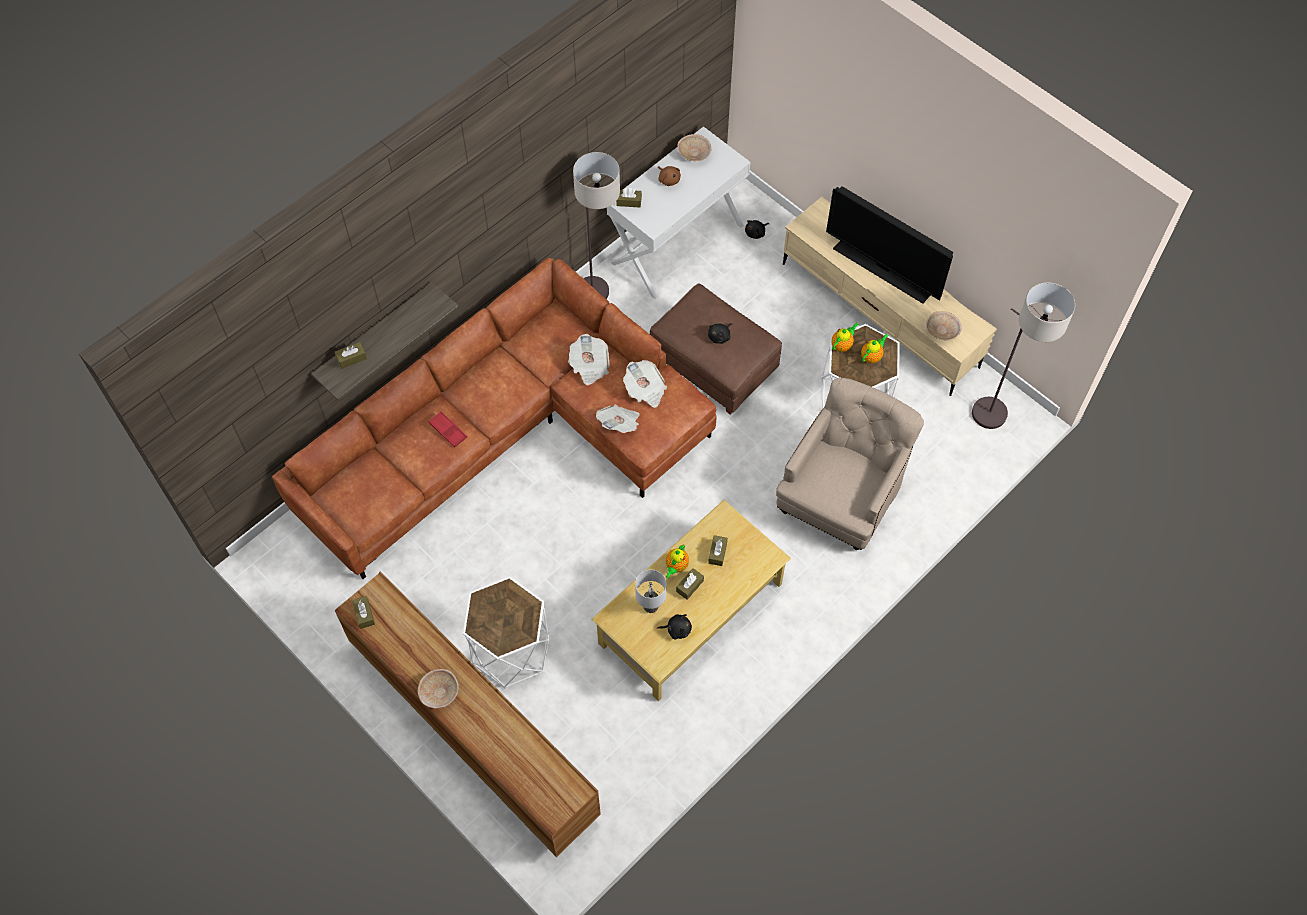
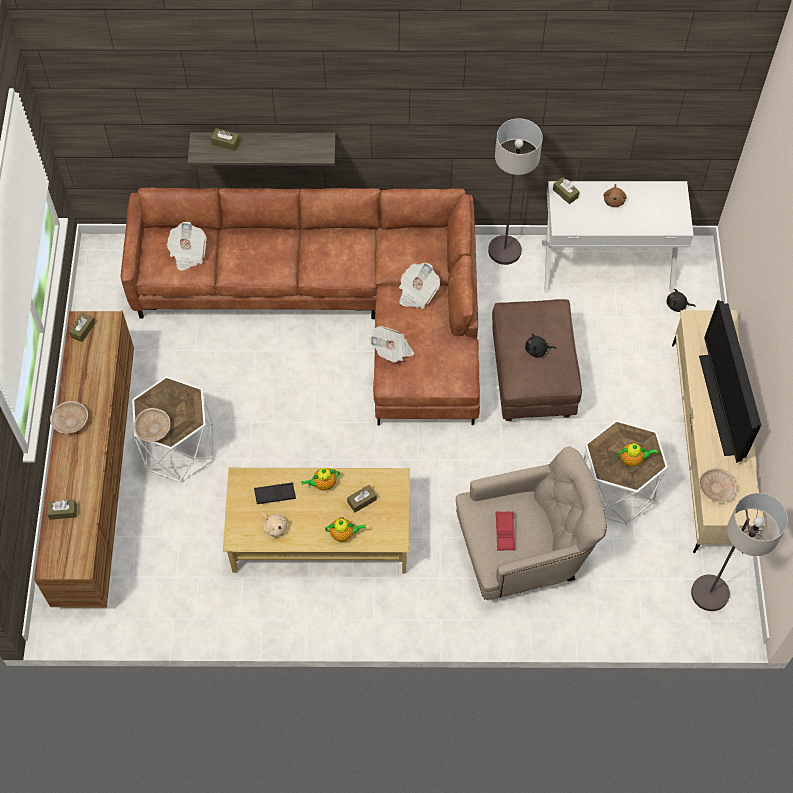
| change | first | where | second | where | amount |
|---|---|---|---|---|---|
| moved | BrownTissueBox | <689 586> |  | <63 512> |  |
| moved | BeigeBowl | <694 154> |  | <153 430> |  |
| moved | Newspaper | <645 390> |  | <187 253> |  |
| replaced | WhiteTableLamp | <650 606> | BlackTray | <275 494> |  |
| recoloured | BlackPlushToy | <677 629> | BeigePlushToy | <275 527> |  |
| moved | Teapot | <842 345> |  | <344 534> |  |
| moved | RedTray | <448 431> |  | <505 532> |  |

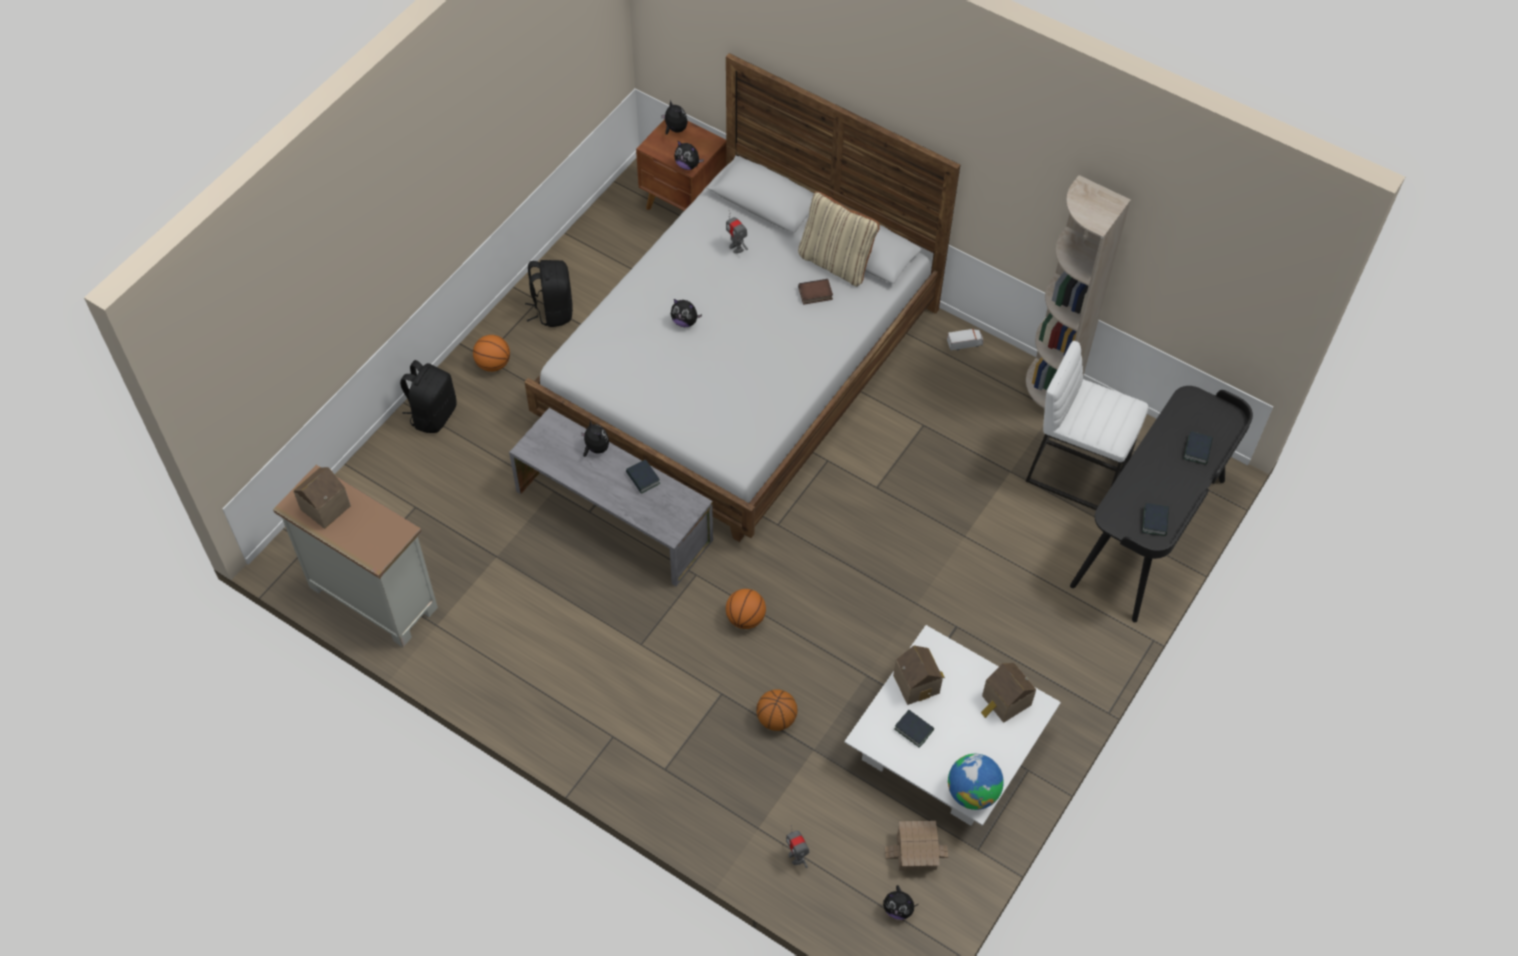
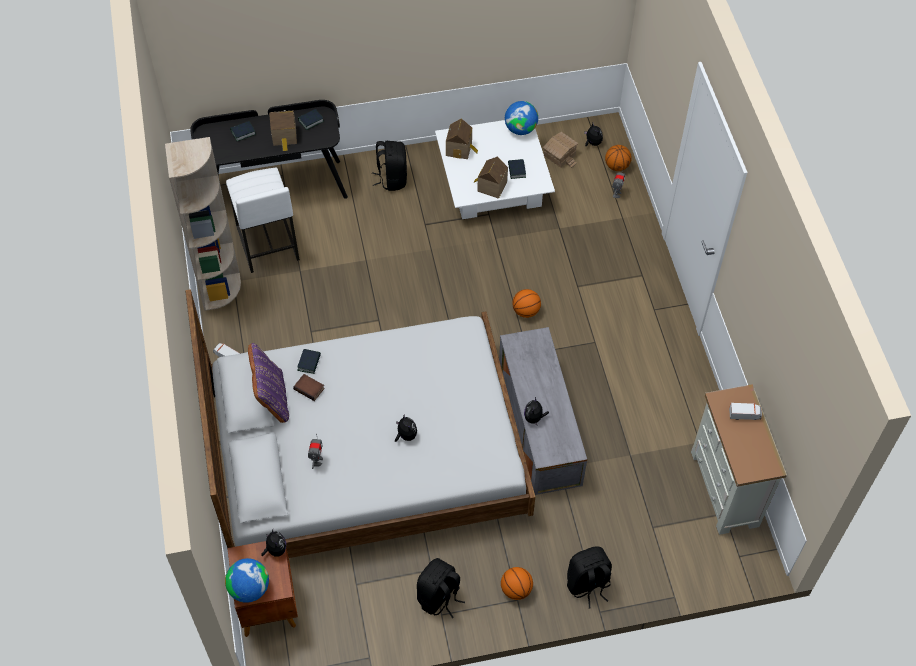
| change | first | where | second | where | amount |
|---|---|---|---|---|---|
| replaced | PlushToy | <675 129> | Globe | <249 589> |  |
| recoloured | BeigePillow | <836 262> | PurplePillow | <272 398> |  |
| moved | ToyHouse | <323 506> |  | <285 137> |  |
| moved | Book | <643 478> |  | <309 363> |  |
| added |  |  | BlackBackpack | <392 178> |  |
| moved | Basketball | <776 719> |  | <616 166> |  |
| added |  |  | ToyTruck | <745 415> |  |

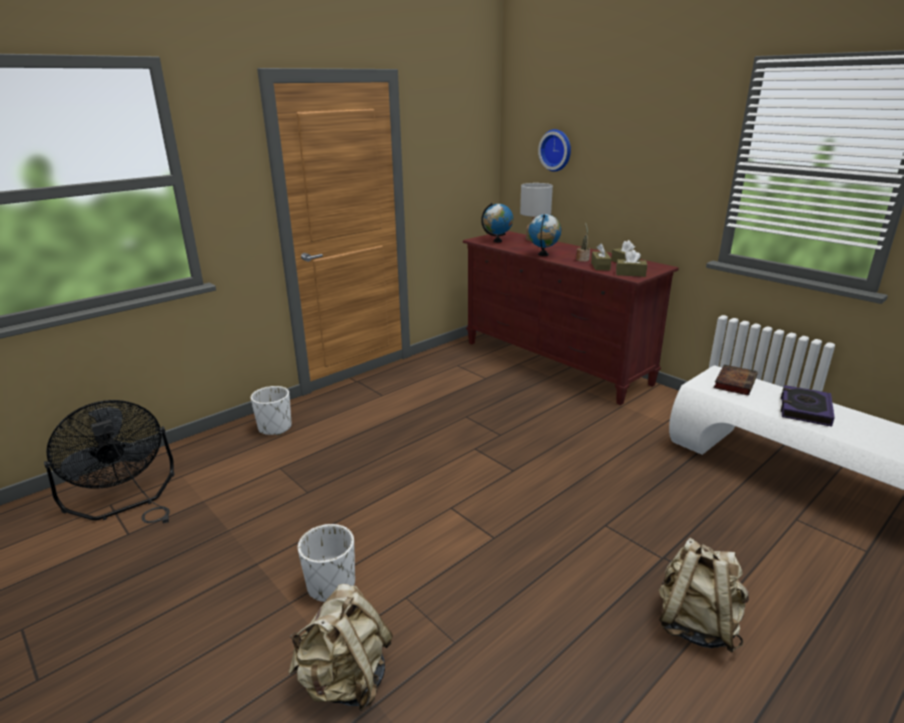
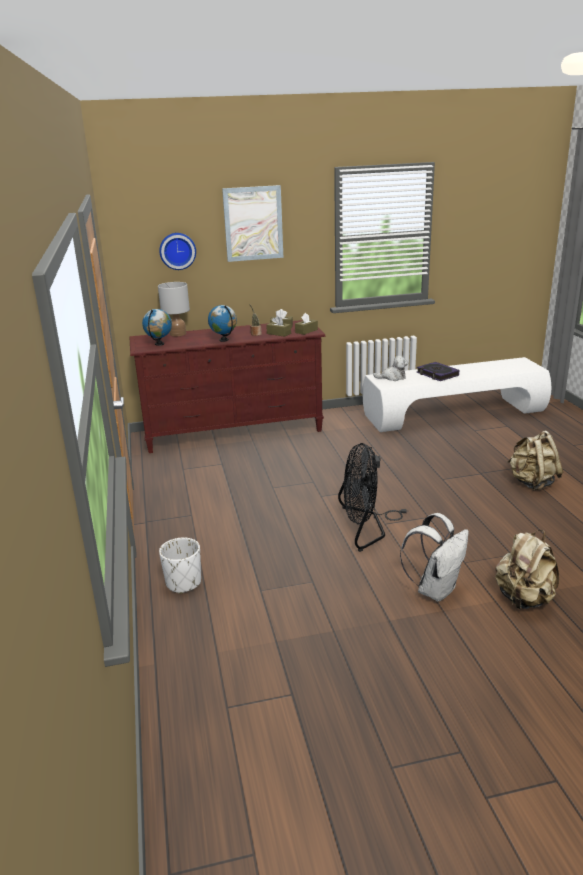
| change | first | where | second | where | amount |
|---|---|---|---|---|---|
| added |  |  | Picture | <253 223> |  |
| moved | BlackFan | <129 501> |  | <367 525> |  |
| replaced | Book | <734 382> | PlushToy | <392 377> |  |
| replaced | WhitePlanter | <331 585> | WhiteBackpack | <435 589> |  |

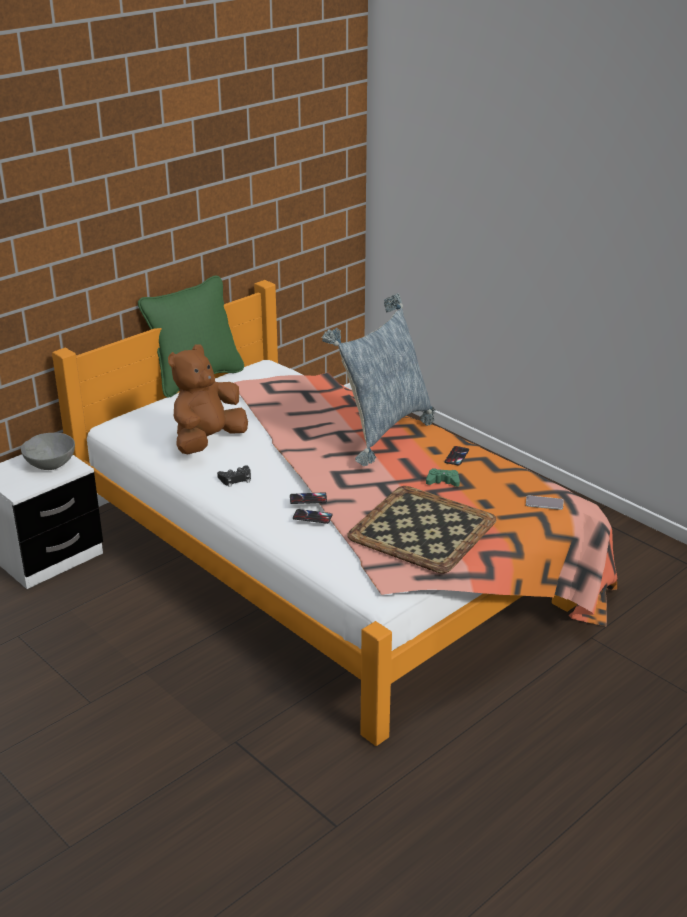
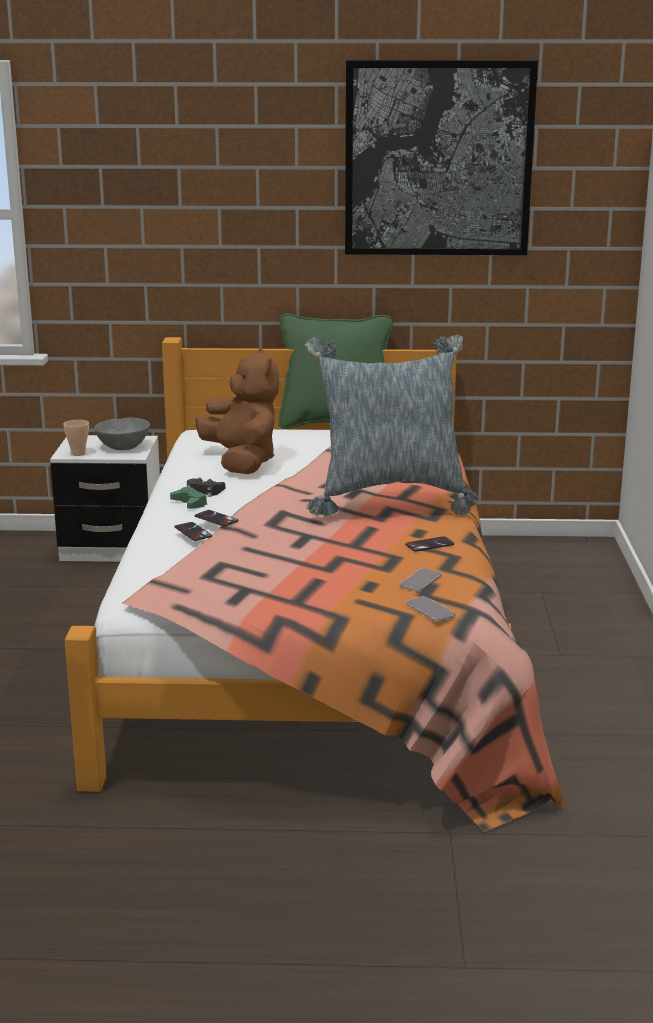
| change | first | where | second | where | amount |
|---|---|---|---|---|---|
| added |  |  | Cup | <78 453> |  |
| moved | GreenGameController | <443 482> |  | <189 503> |  |
| turned | BrownPlushToy | <207 441> |  | <241 462> | 75 degrees clockwise |
| added |  |  | Picture | <438 159> |  |
| added |  |  | Phone | <420 581> |  |
| removed | Tray | <420 529> |  |  |  |

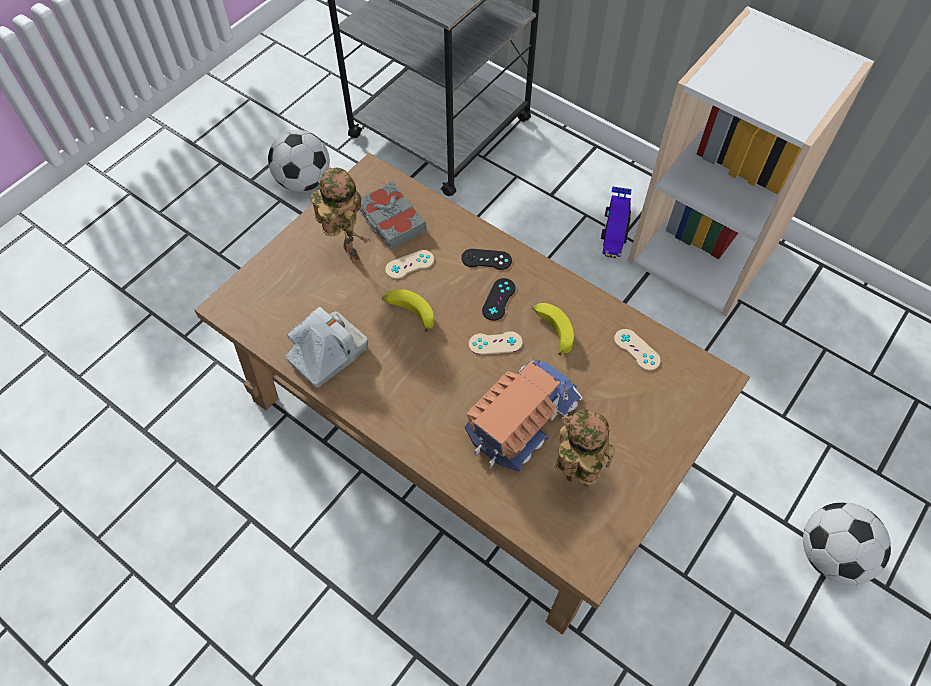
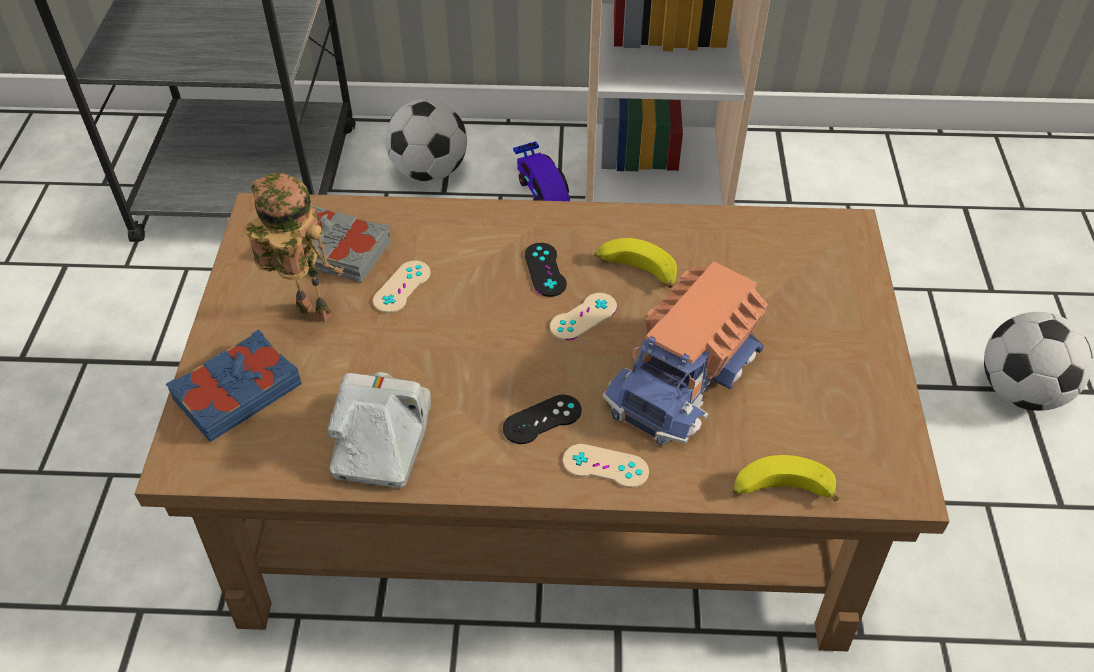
| change | first | where | second | where | amount |
|---|---|---|---|---|---|
| added |  |  | BlueBook | <236 391> |  |
| moved | Football | <304 181> |  | <429 171> |  |
| moved | BlackGameController | <486 259> |  | <542 419> |  |
| moved | BeigeGameController | <636 349> |  | <605 466> |  |
| turned | ToyTruck | <521 418> |  | <685 378> | 150 degrees counterclockwise |
| moved | Banana | <409 313> |  | <780 491> |  |
| removed | ToyRobot | <573 482> |  |  |  |

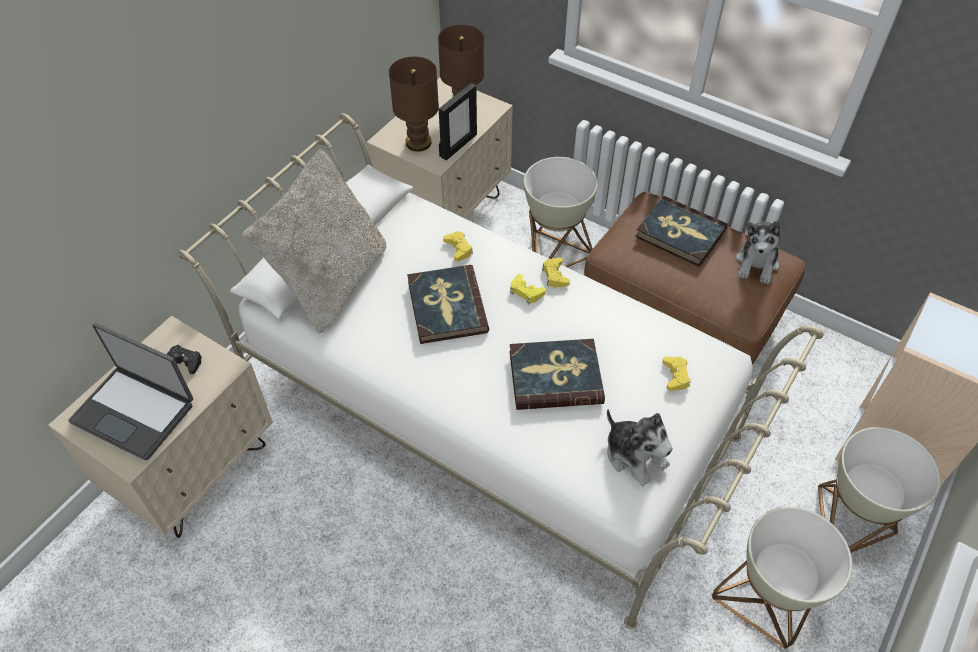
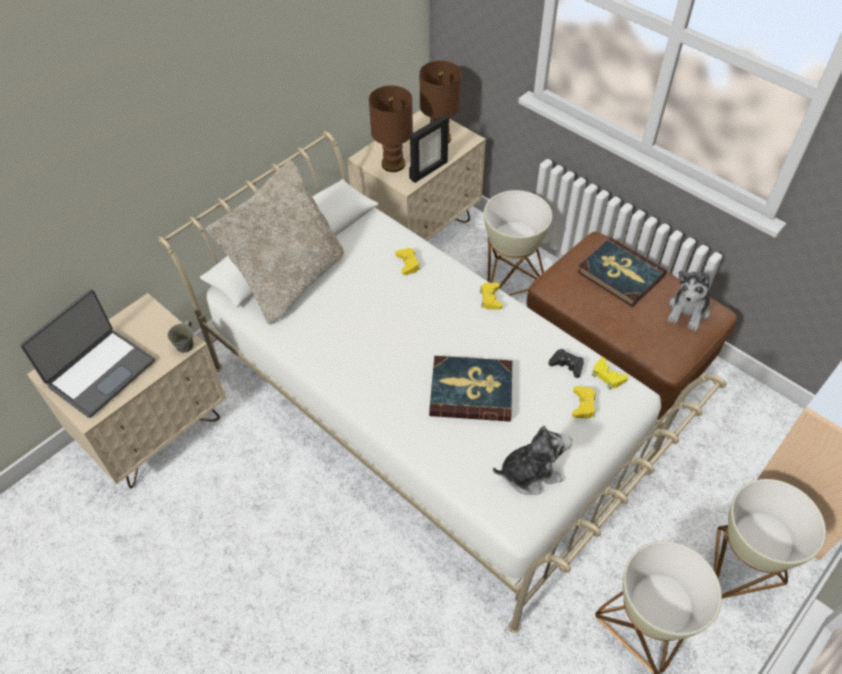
| change | first | where | second | where | amount |
|---|---|---|---|---|---|
| turned | Laptop | <135 411> |  | <100 372> | 90 degrees counterclockwise |
| added |  |  | GreyMug | <186 345> |  |
| turned | PlushToy | <635 455> |  | <530 473> | 75 degrees counterclockwise |
| moved | BlackGameController | <185 362> |  | <567 365> |  |
| moved | YellowGameController | <526 292> |  | <607 376> |  |
| removed | Book | <446 307> |  |  |  |

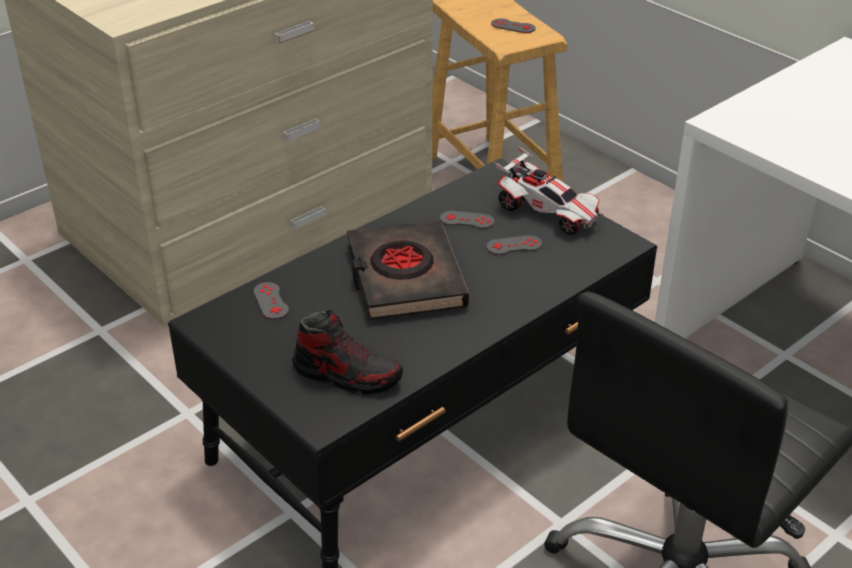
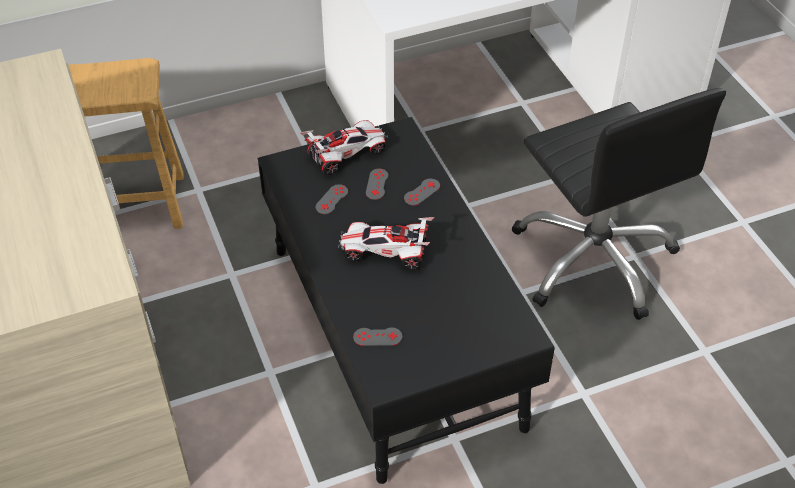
| change | first | where | second | where | amount |
|---|---|---|---|---|---|
| replaced | BlackBook | <404 278> | ToyCar | <386 253> |  |
| moved | GreyGameController | <513 26> |  | <422 192> |  |
| removed | Shoe | <347 375> |  |  |  |

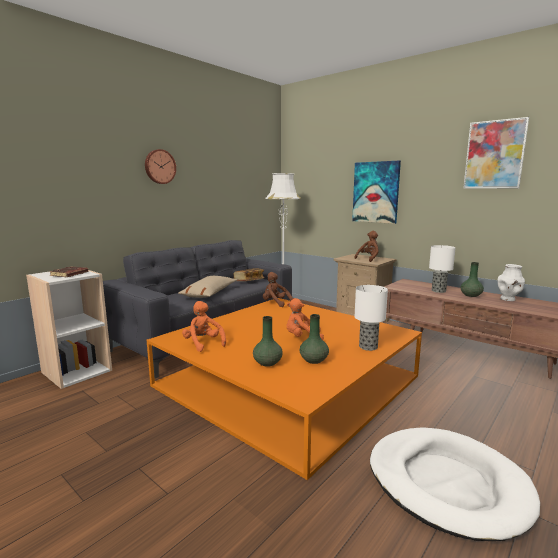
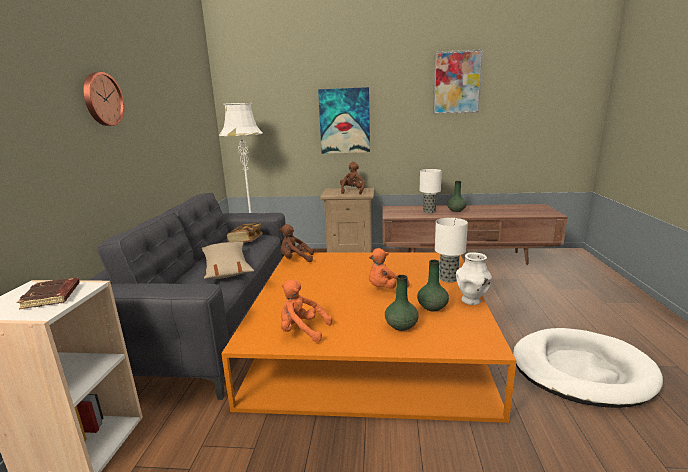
| change | first | where | second | where | amount |
|---|---|---|---|---|---|
| moved | WhiteVase | <508 299> |  | <471 301> |  |

